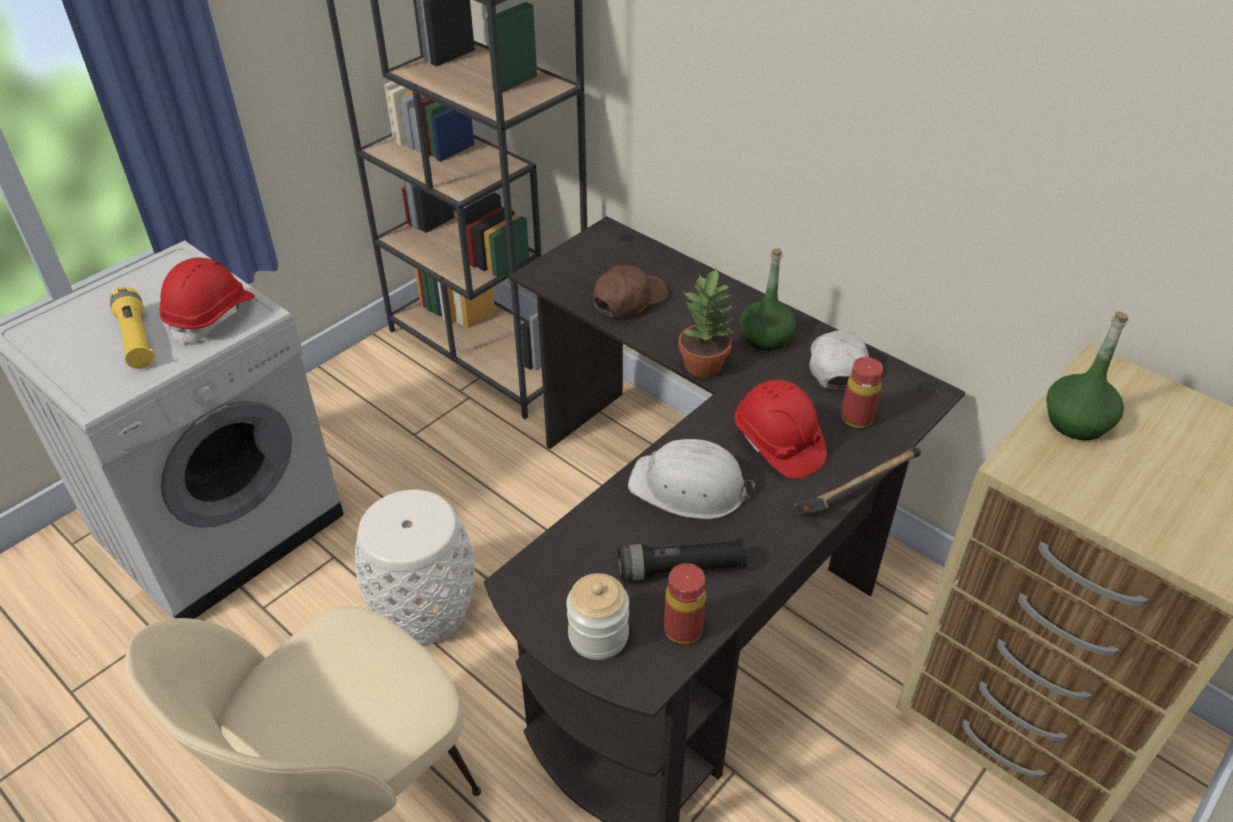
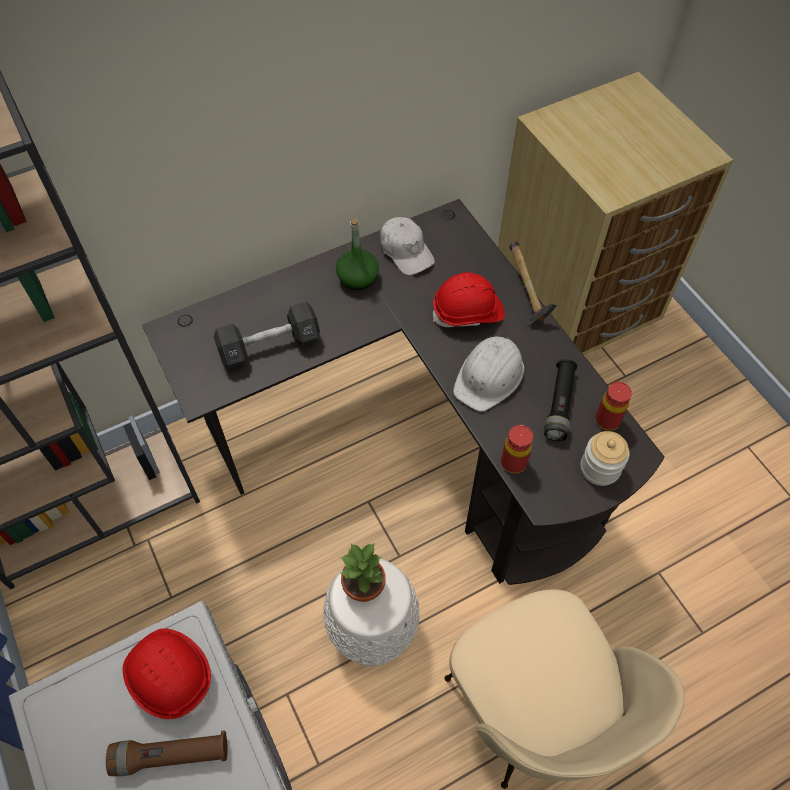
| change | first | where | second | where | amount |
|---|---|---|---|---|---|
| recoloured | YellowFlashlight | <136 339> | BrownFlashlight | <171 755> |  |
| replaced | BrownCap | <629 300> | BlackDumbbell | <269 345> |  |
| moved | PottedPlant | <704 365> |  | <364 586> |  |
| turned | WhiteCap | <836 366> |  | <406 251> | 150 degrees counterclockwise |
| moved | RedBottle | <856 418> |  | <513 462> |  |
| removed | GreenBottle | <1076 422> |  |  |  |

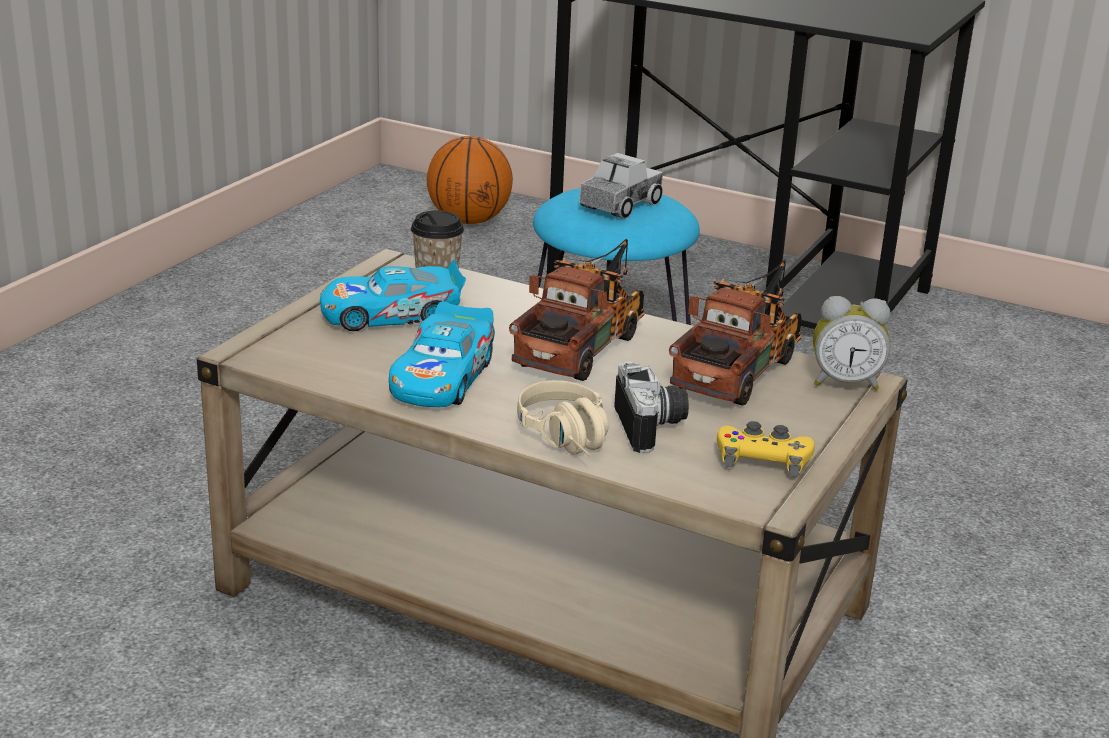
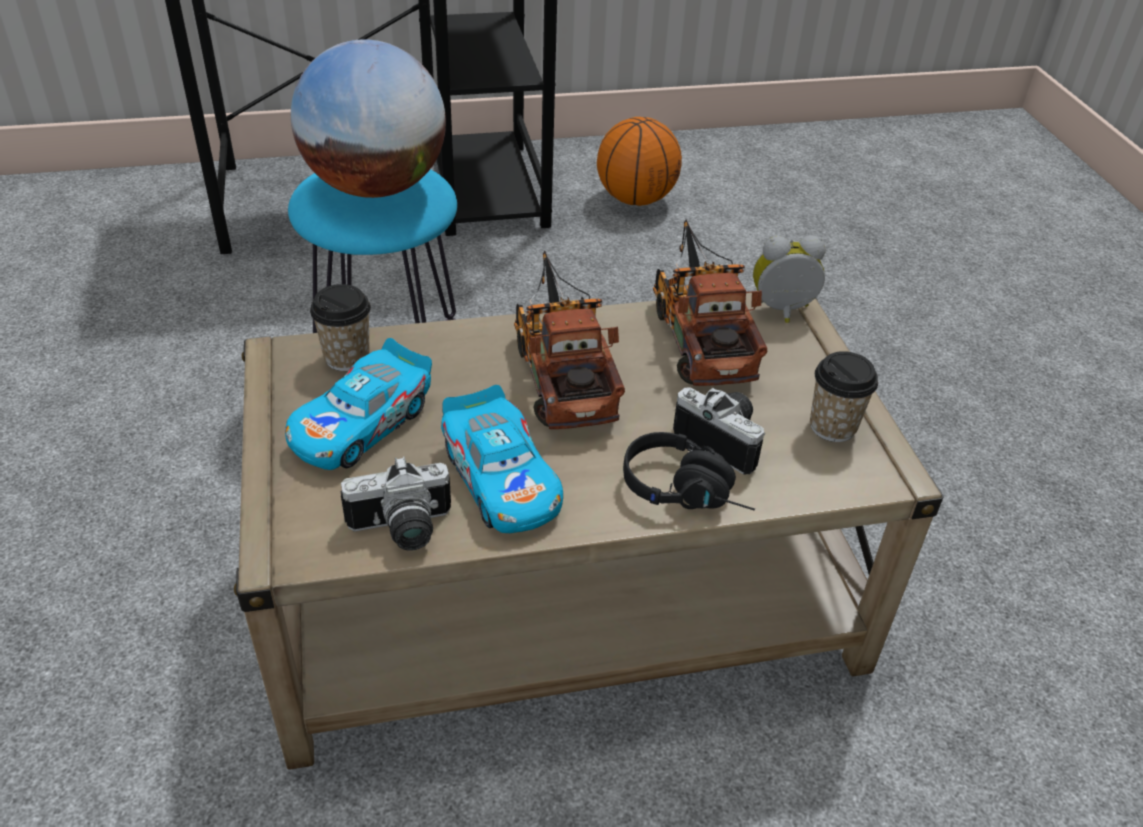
| change | first | where | second | where | amount |
|---|---|---|---|---|---|
| replaced | ToyTruck | <619 205> | Globe | <376 187> |  |
| added |  |  | PhotoCamera | <402 530> |  |
| moved | Basketball | <469 221> |  | <635 199> |  |
| recoloured | BeigeHeadphones | <571 441> | BlackHeadphones | <689 492> |  |
| turned | AlarmClock | <844 382> |  | <782 312> | 150 degrees counterclockwise |
| replaced | YellowGameController | <763 458> | Cup | <833 426> |  |

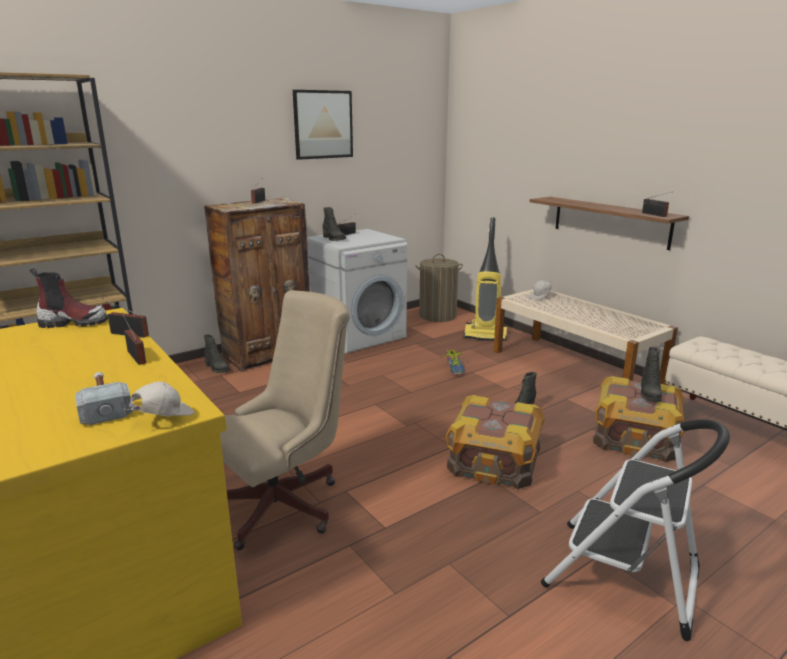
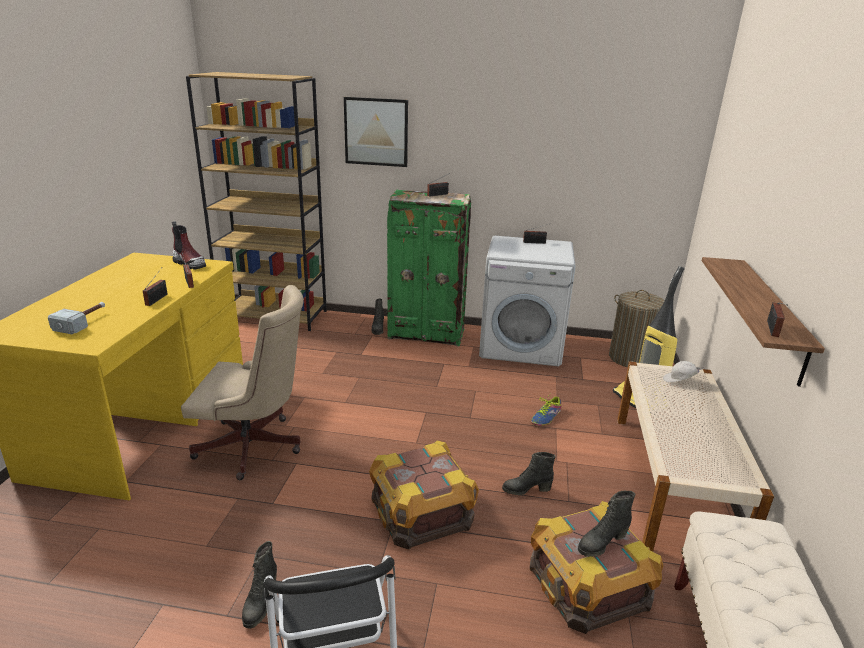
| change | first | where | second | where | amount |
|---|---|---|---|---|---|
| moved | BlackBoot | <333 239> |  | <260 603> |  |
| moved | Picture | <323 124> |  | <376 132> |  |
| recoloured | BrownCabinet | <268 354> | GreenCabinet | <427 333> |  |
| removed | WhiteCap | <163 419> |  |  |  |

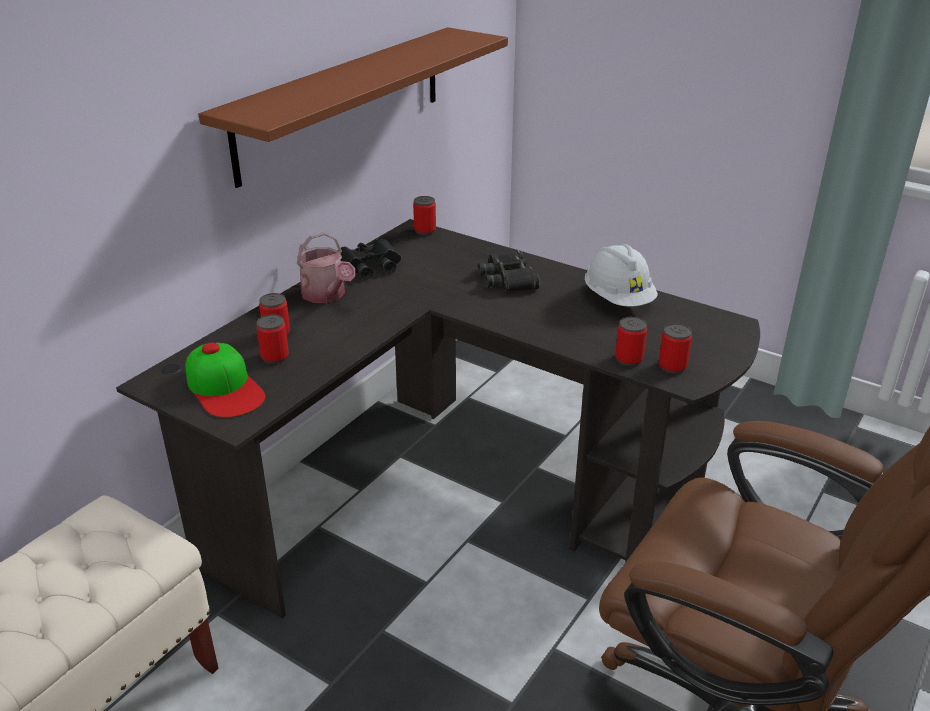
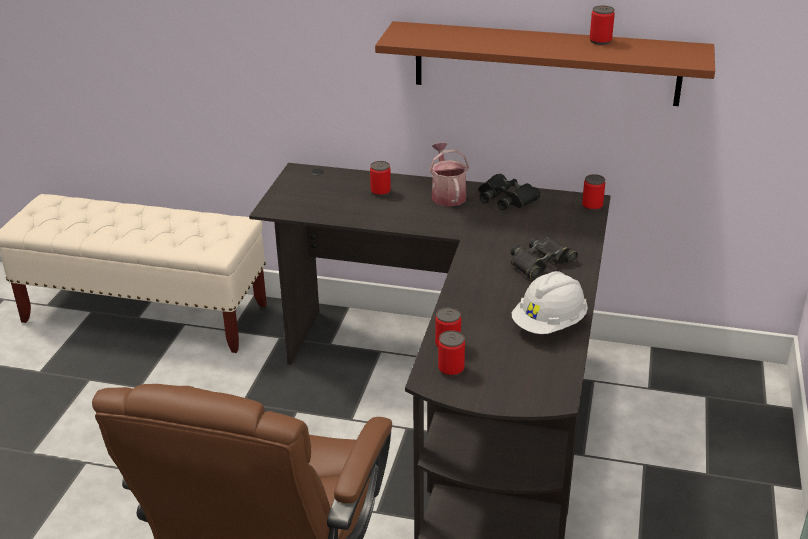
| change | first | where | second | where | amount |
|---|---|---|---|---|---|
| turned | WateringCan | <326 295> |  | <447 194> | 135 degrees clockwise |
| moved | Can | <275 357> |  | <600 41> |  |
| removed | Cap | <225 388> |  |  |  |

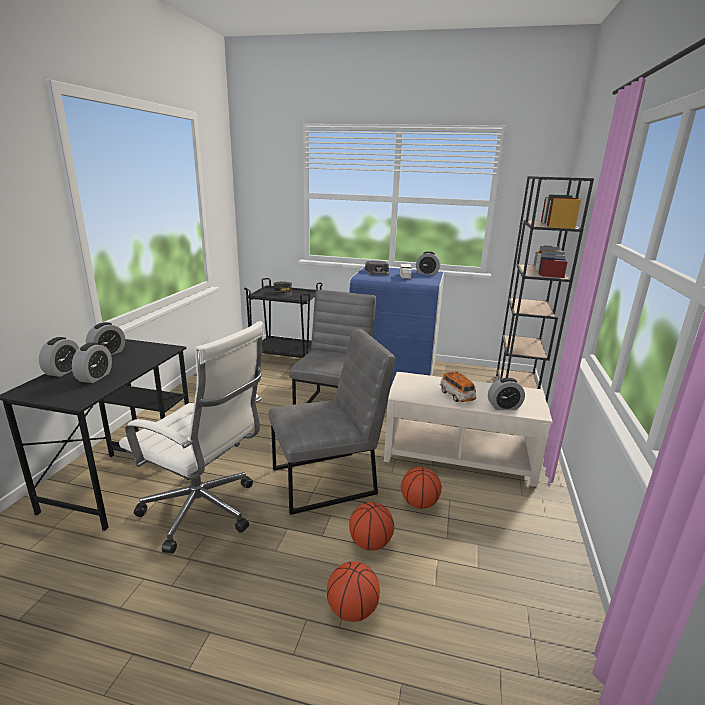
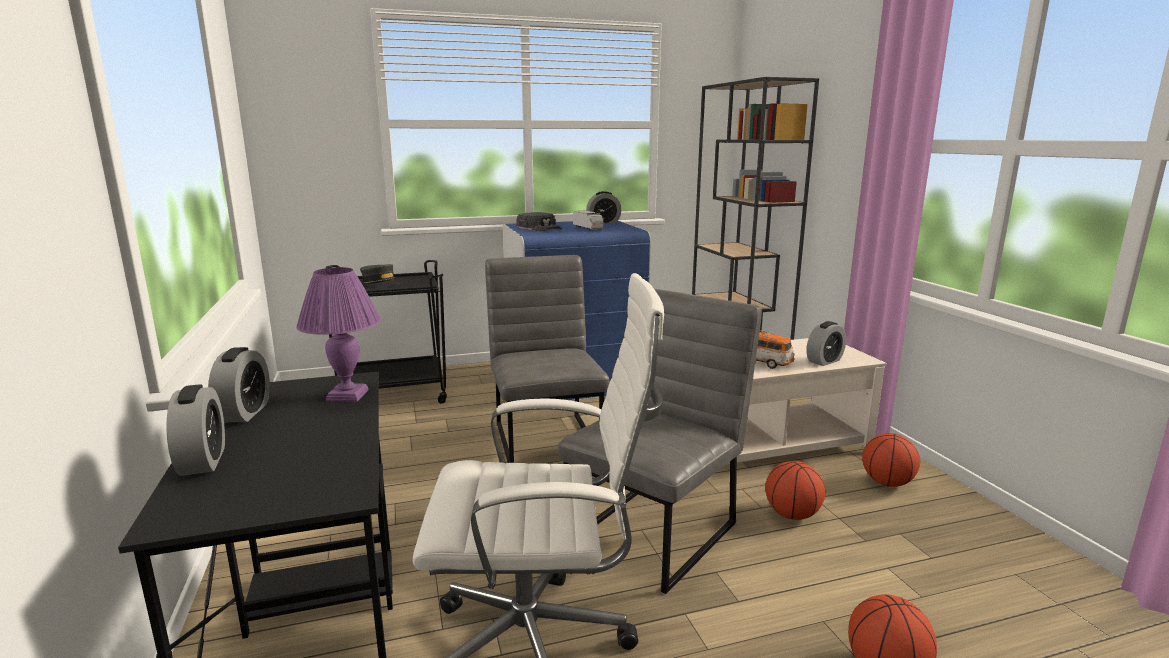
| change | first | where | second | where | amount |
|---|---|---|---|---|---|
| added |  |  | PurpleTableLamp | <346 395> |  |
| moved | Basketball | <370 543> |  | <887 483> |  |
| removed | AlarmClock | <95 377> |  |  |  |

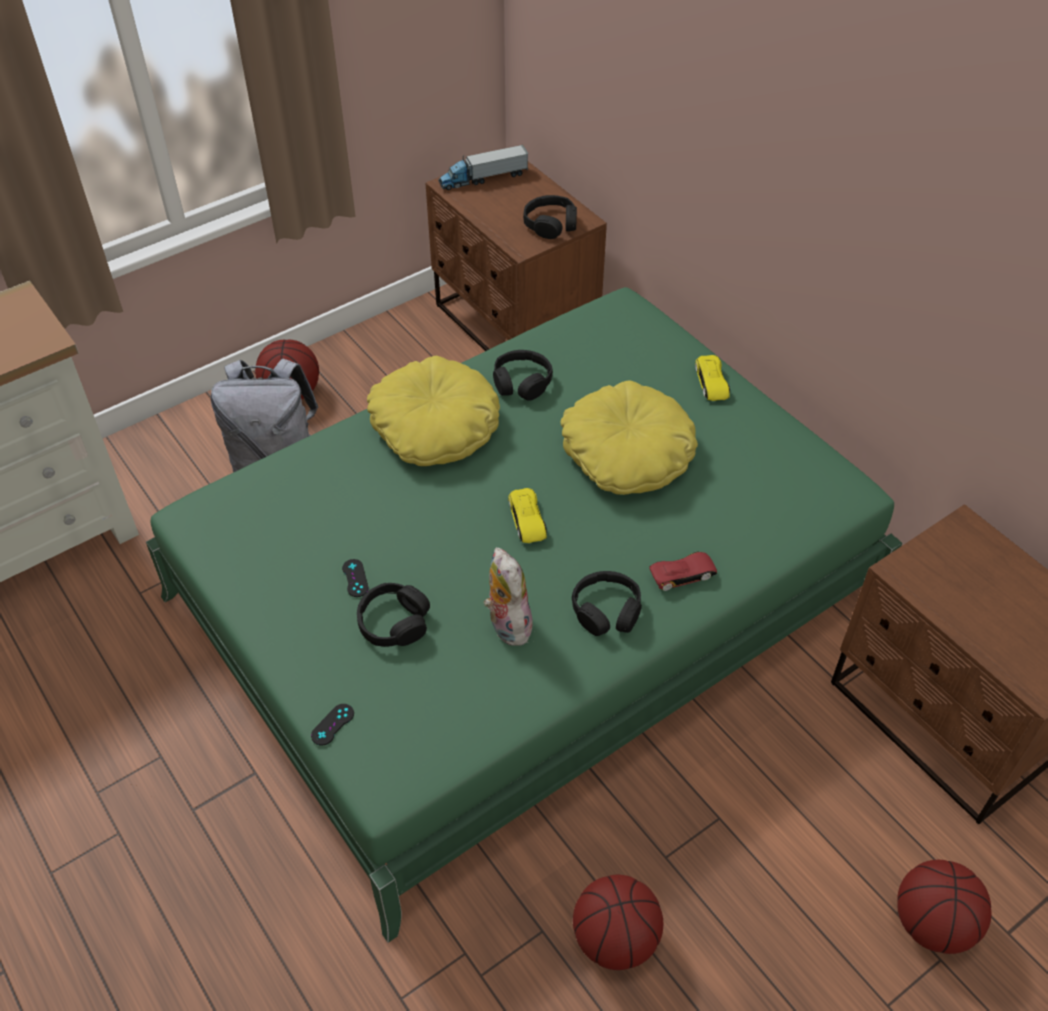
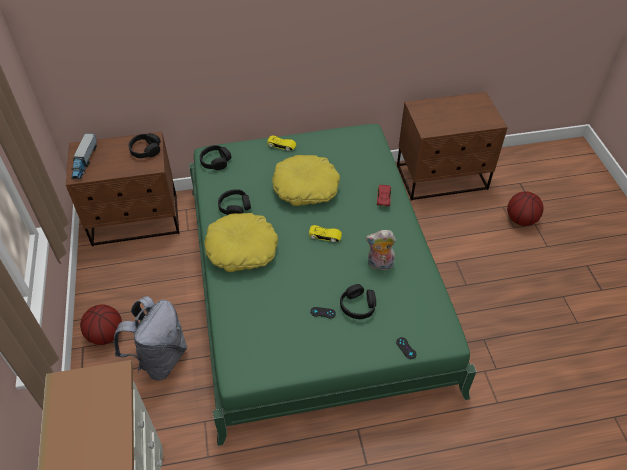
| change | first | where | second | where | amount |
|---|---|---|---|---|---|
| moved | BlackHeadphones | <606 610> |  | <215 161> |  |
| removed | Basketball | <614 938> |  |  |  |

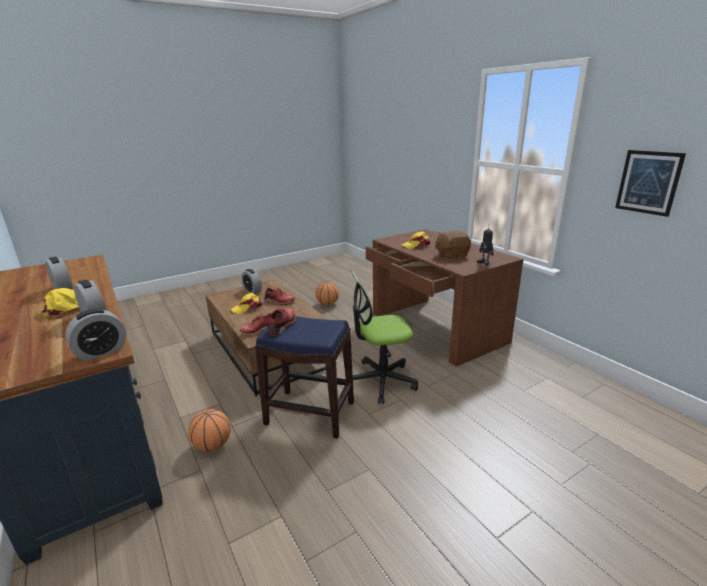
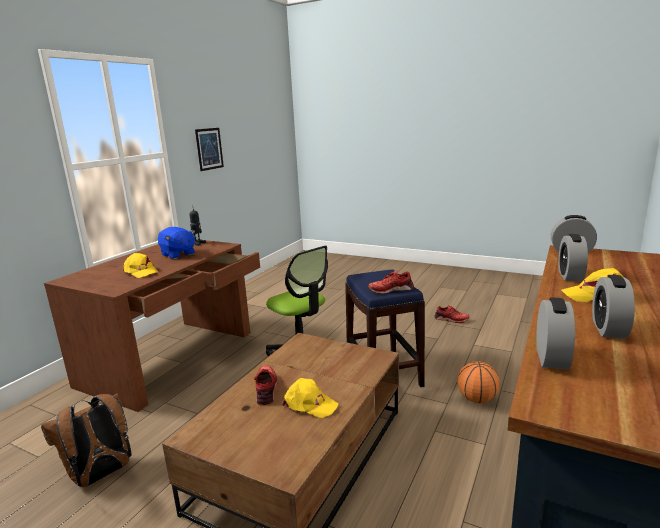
| change | first | where | second | where | amount |
|---|---|---|---|---|---|
| replaced | Basketball | <327 304> | BrownBackpack | <101 475> |  |
| recoloured | BrownPlushToy | <451 255> | BluePlushToy | <178 254> |  |
| moved | RedShoe | <259 329> |  | <451 319> |  |
| moved | AlarmClock | <252 290> |  | <551 357> |  |

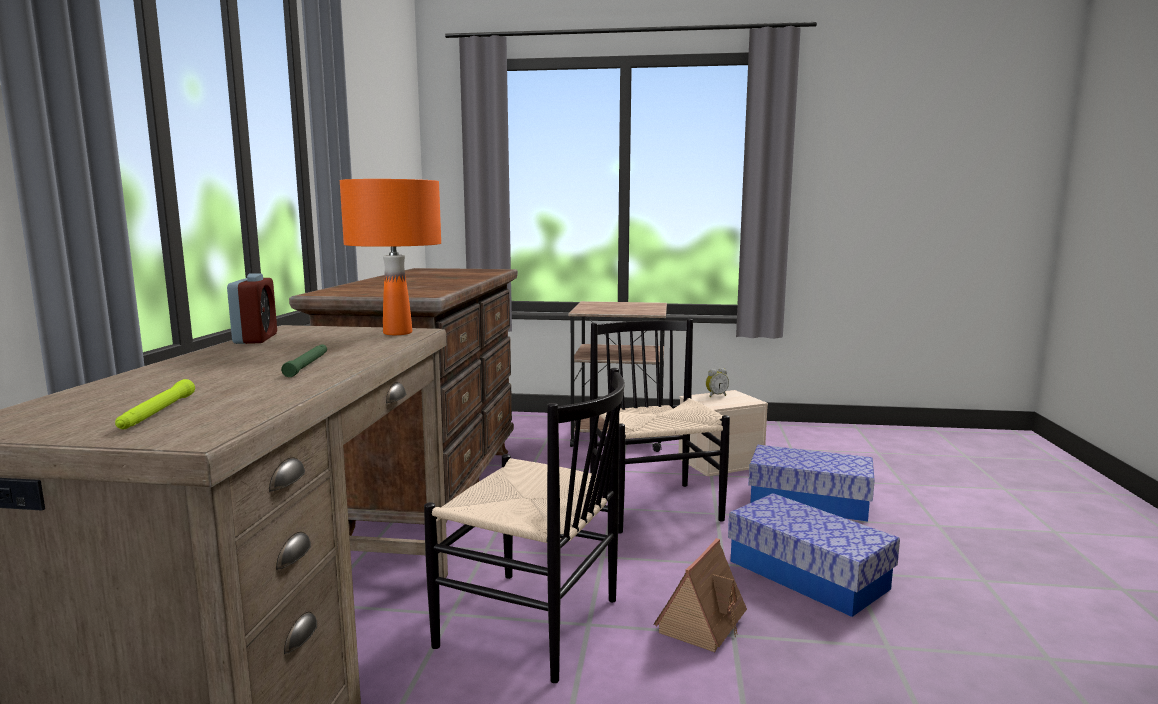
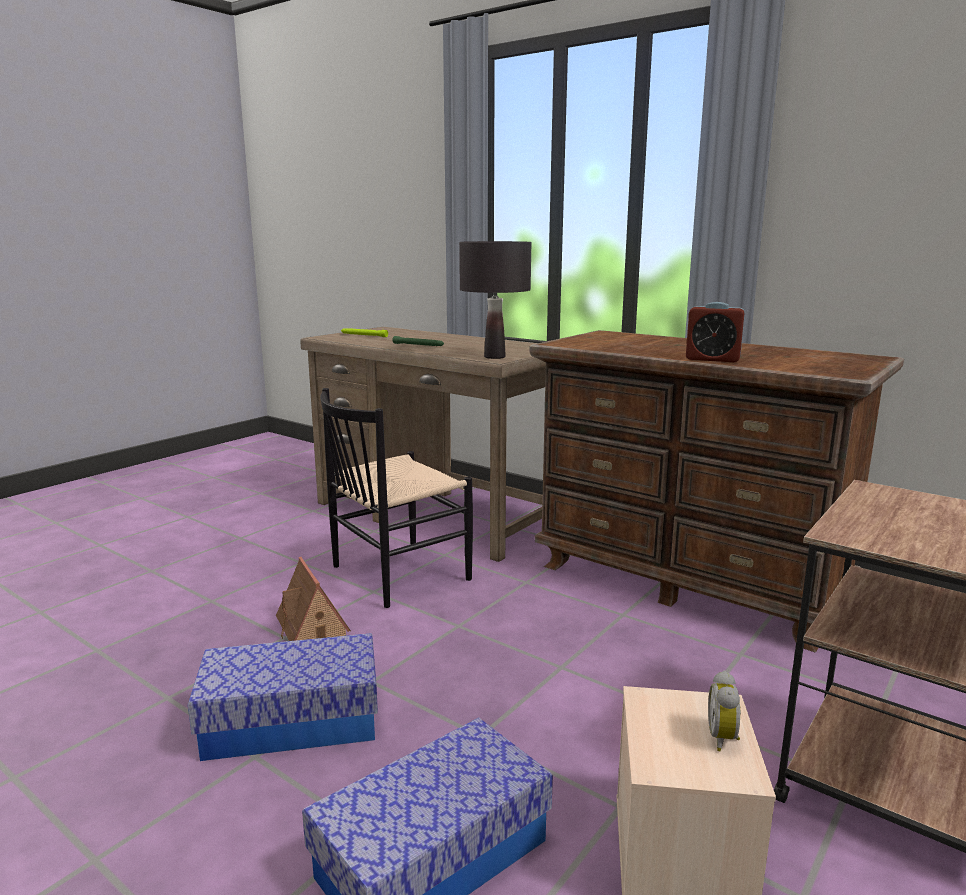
| change | first | where | second | where | amount |
|---|---|---|---|---|---|
| recoloured | OrangeTableLamp | <398 333> | BlackTableLamp | <494 357> |  |
| moved | AlarmClock | <255 339> |  | <712 359> |  |
| removed | BlackChair | <653 505> |  |  |  |

